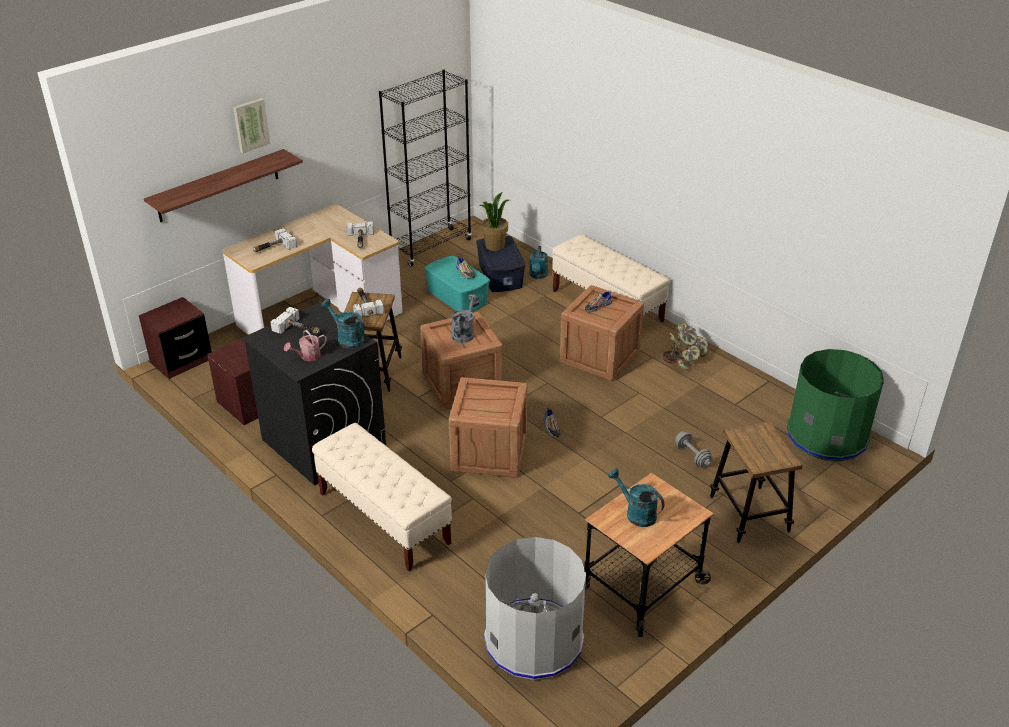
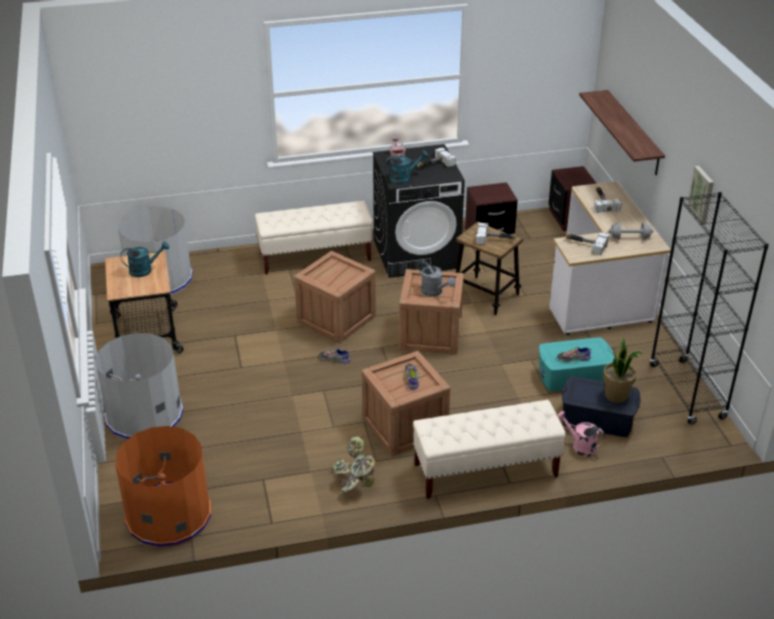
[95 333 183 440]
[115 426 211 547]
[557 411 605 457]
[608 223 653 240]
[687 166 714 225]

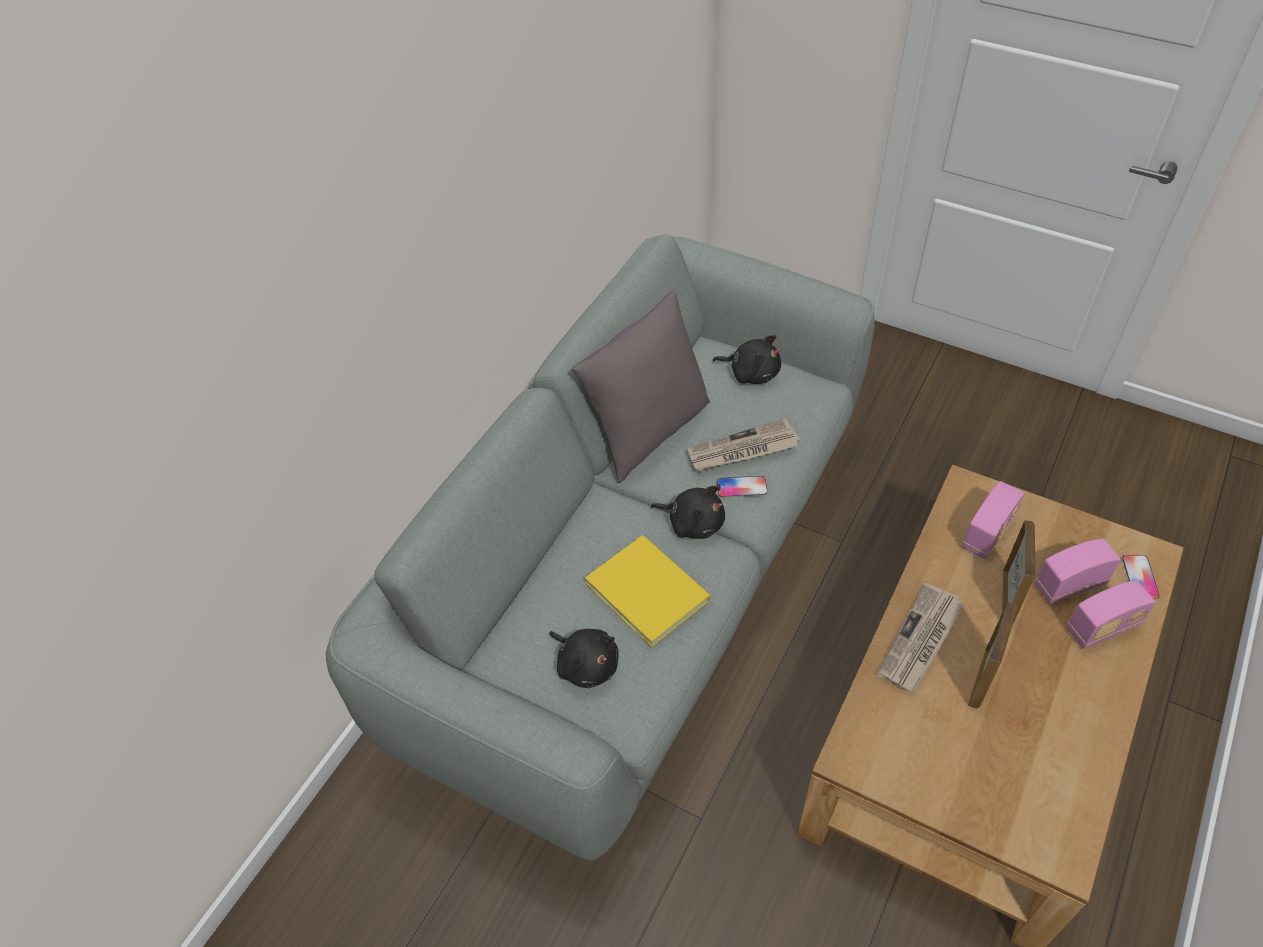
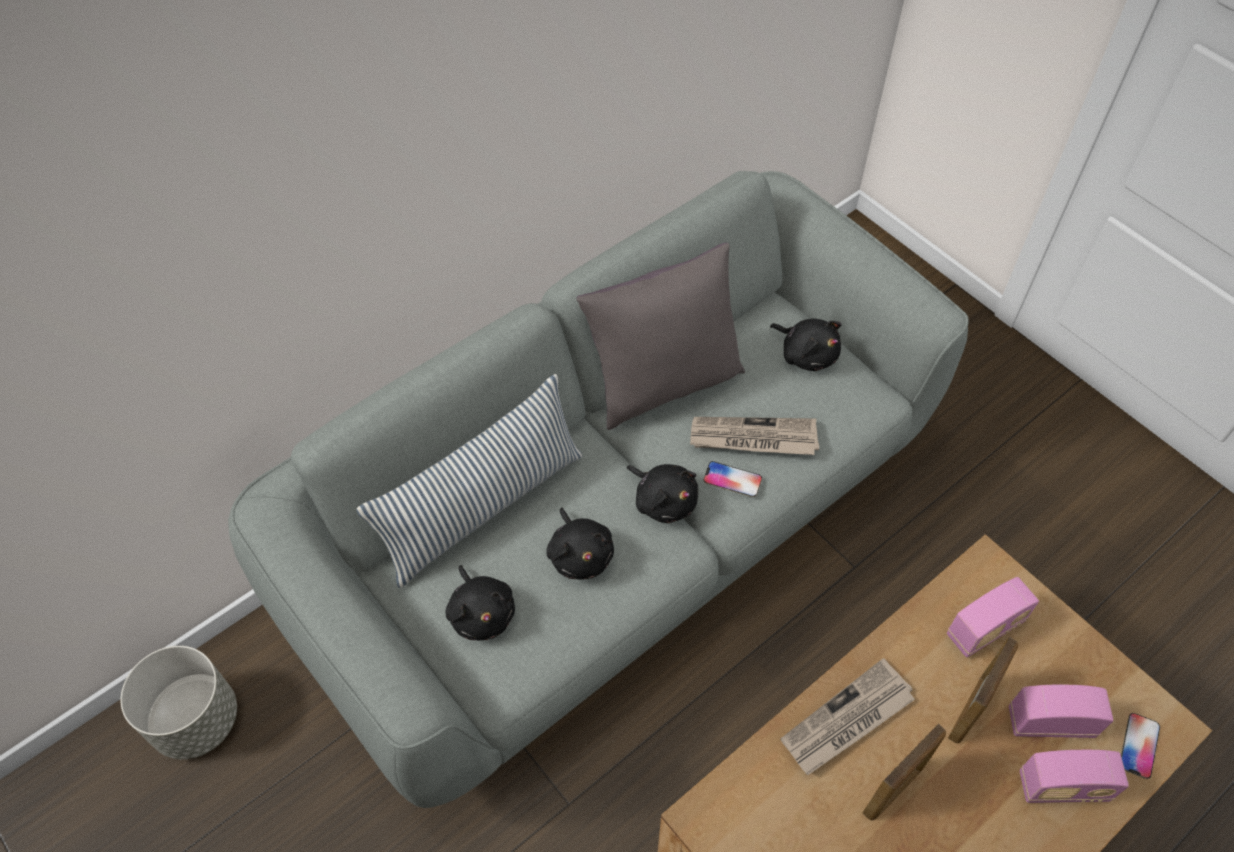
[121 646 237 759]
[356 374 583 588]
[546 508 614 580]

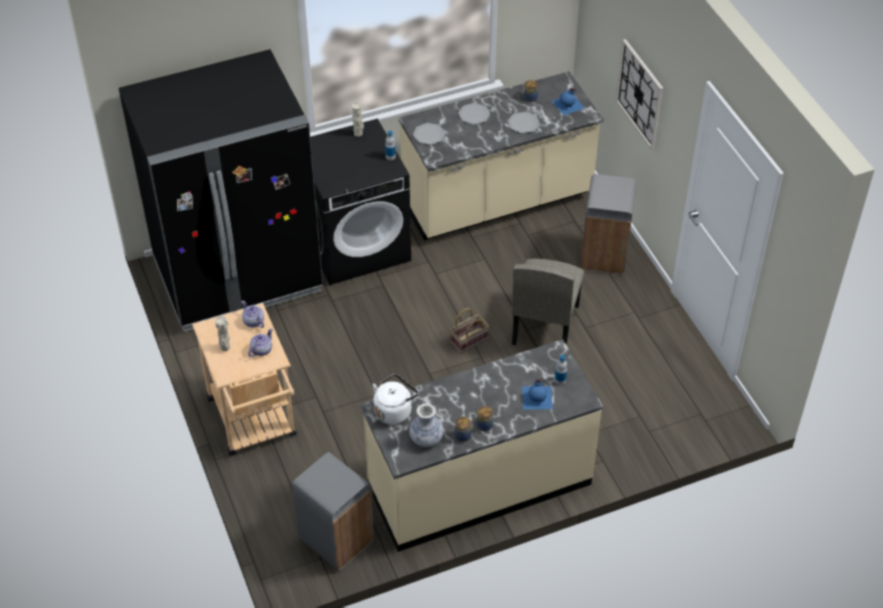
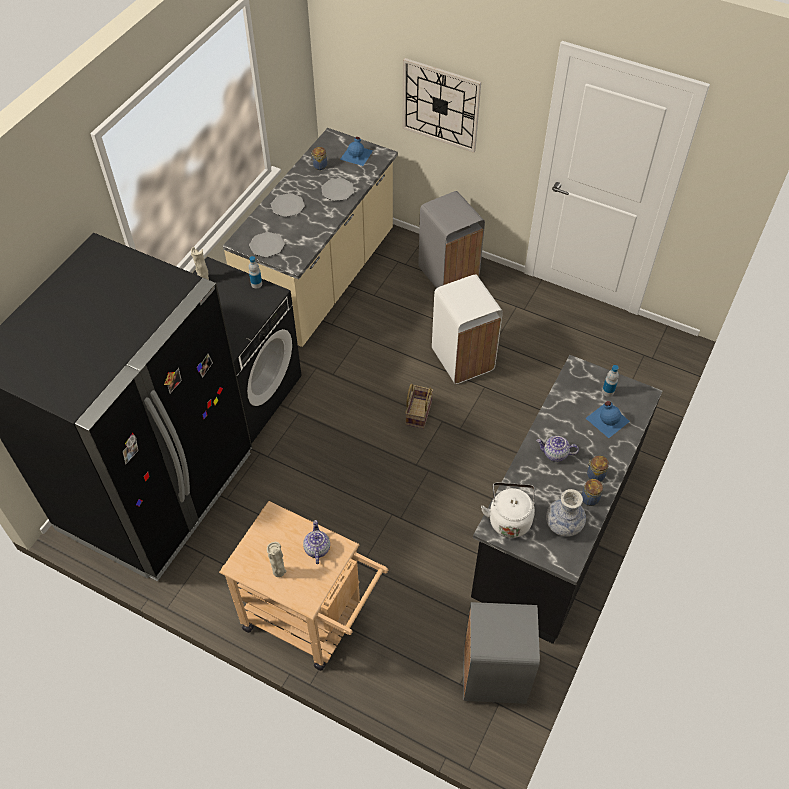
[432 275 503 384]
[471 355 662 644]
[536 436 579 462]

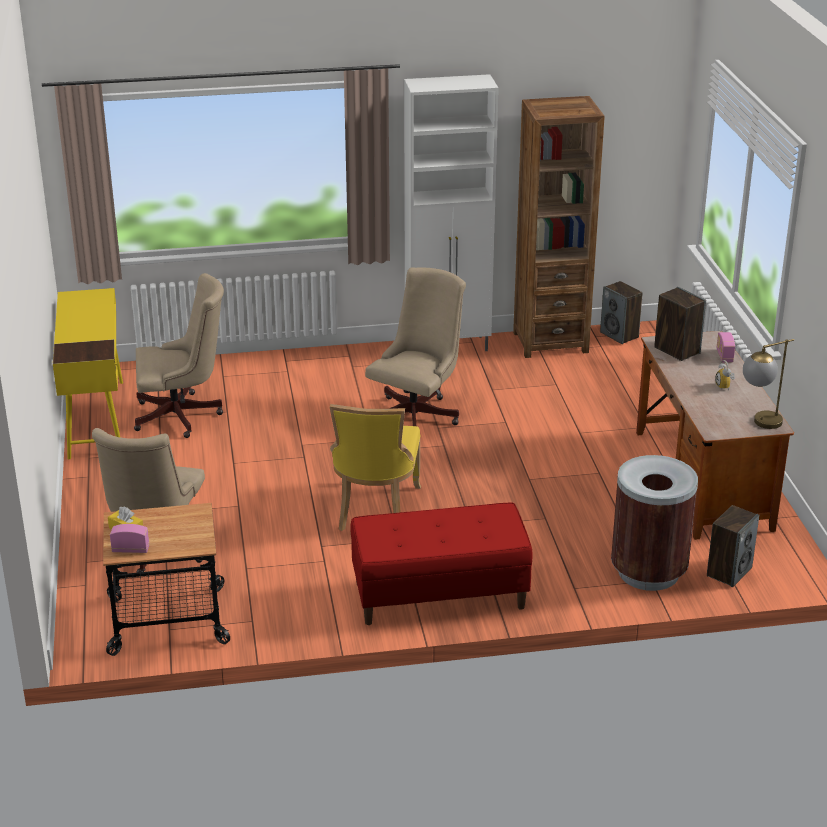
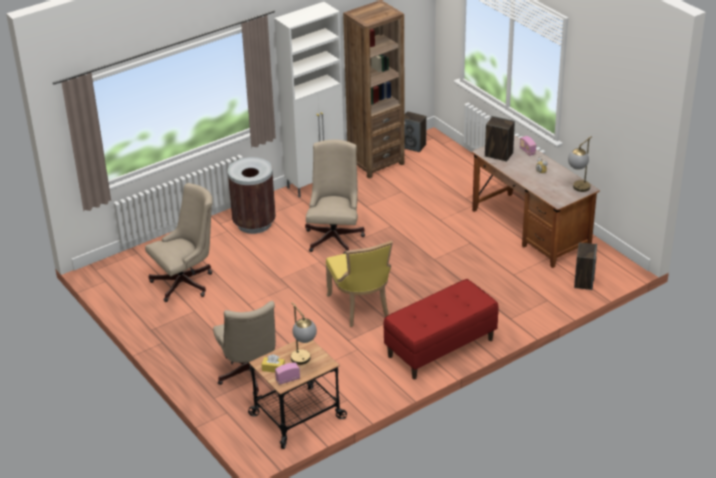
[228 157 276 234]
[291 302 317 365]
[53 288 123 459] (first image)

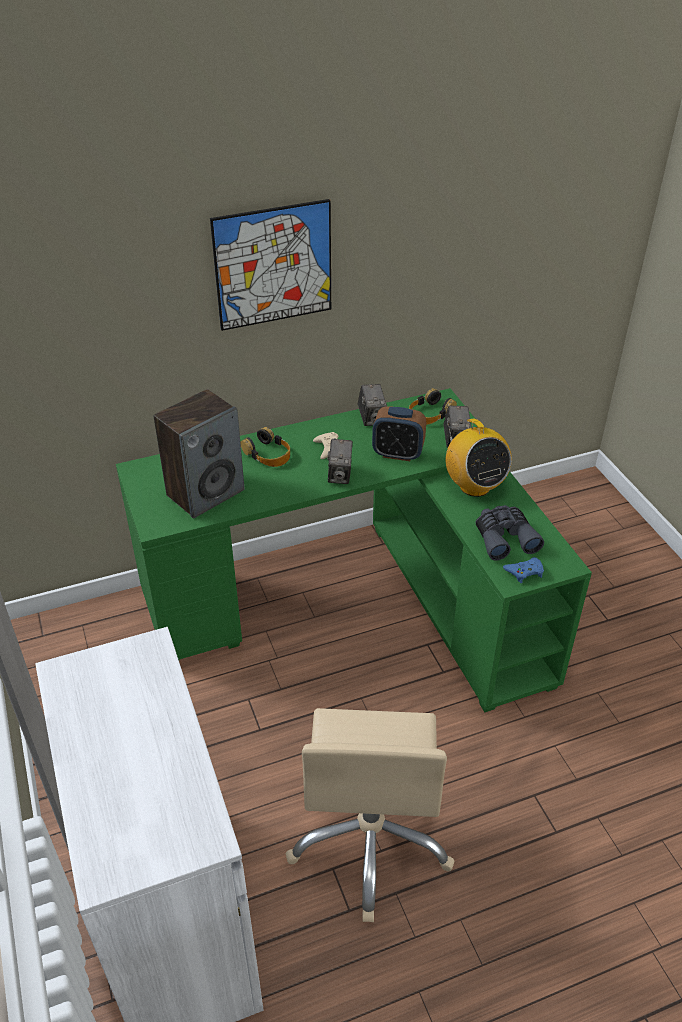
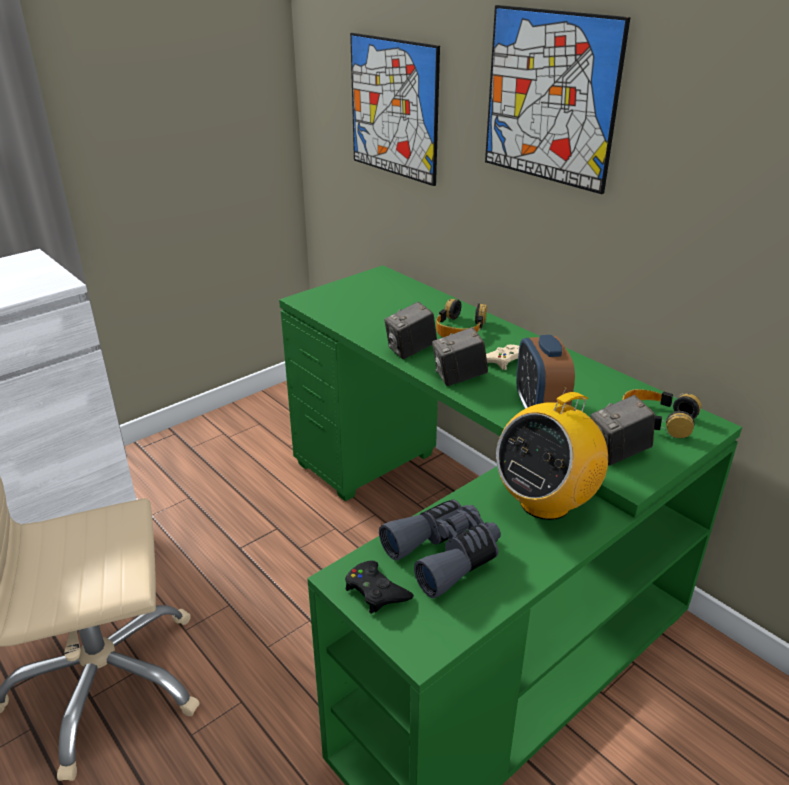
[345 560 414 614]
[350 33 440 186]
[384 302 437 359]
[154 389 244 518] (first image)

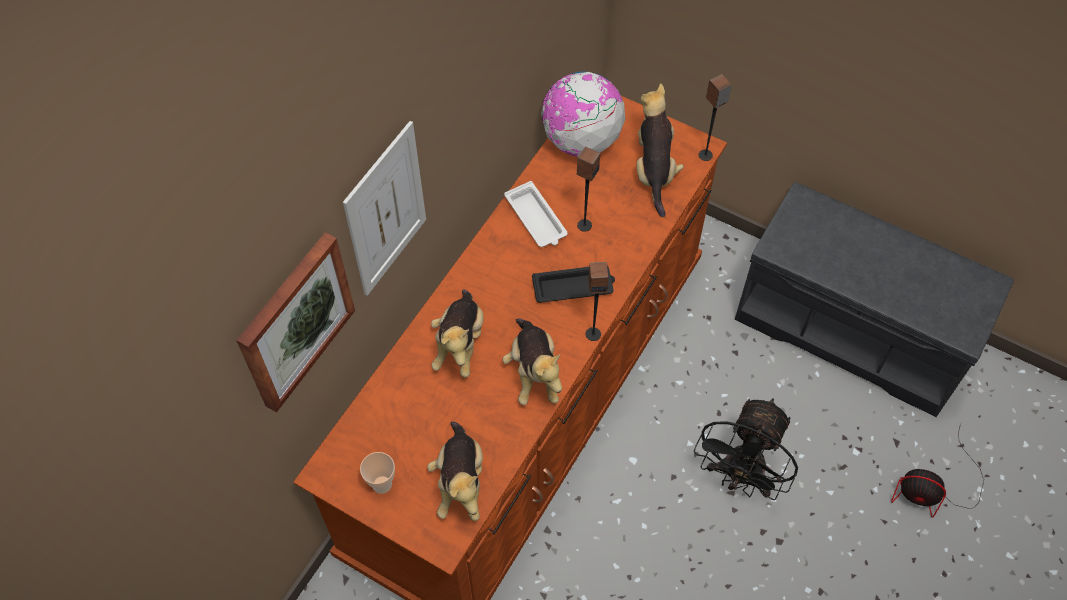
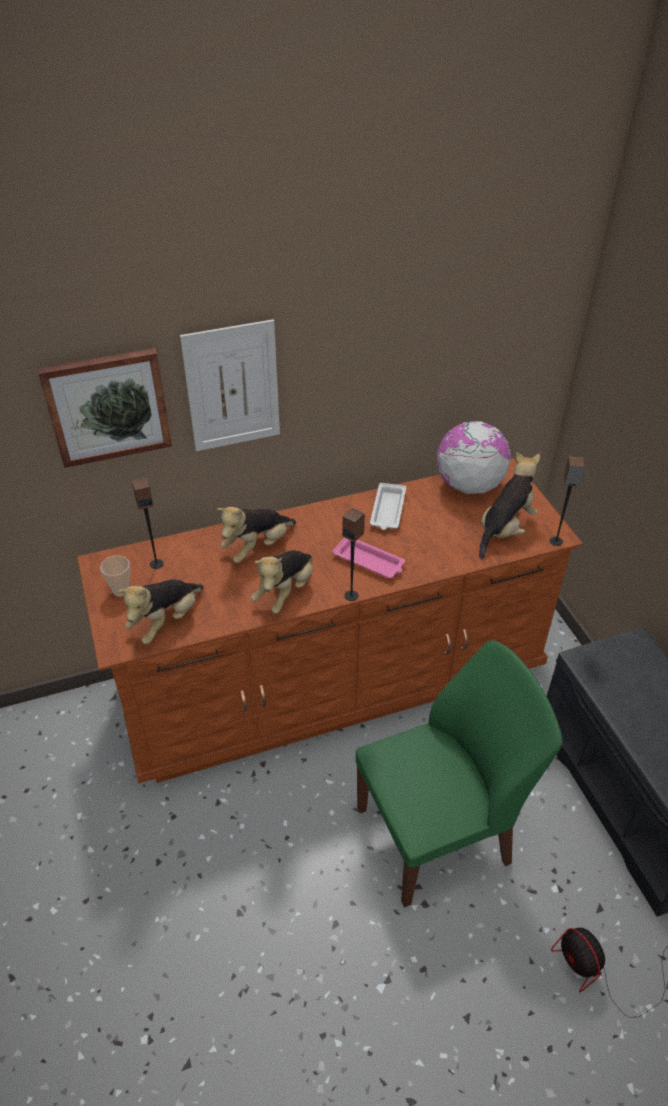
[132 478 164 569]
[332 537 405 578]
[356 640 563 907]

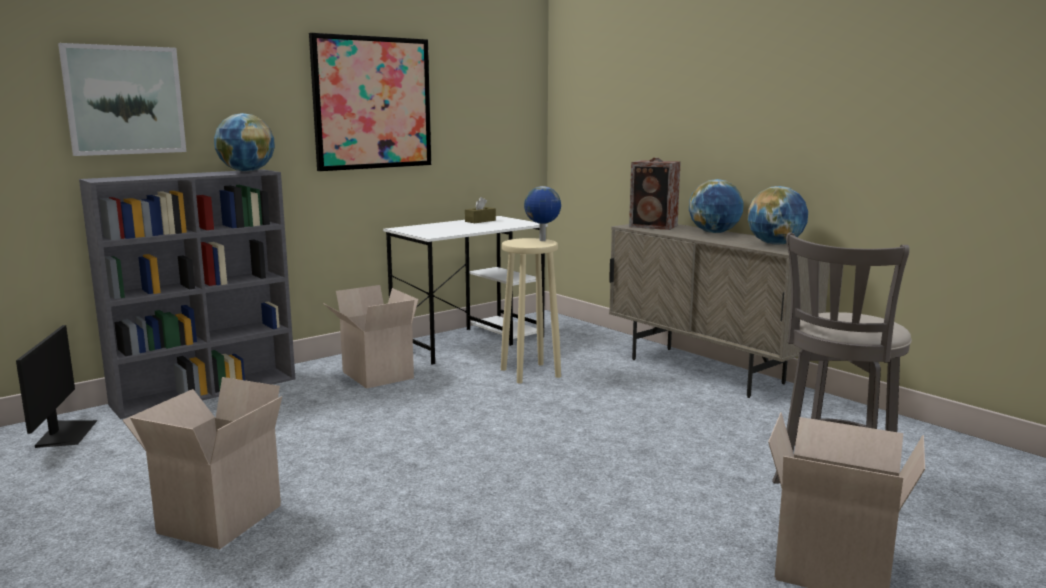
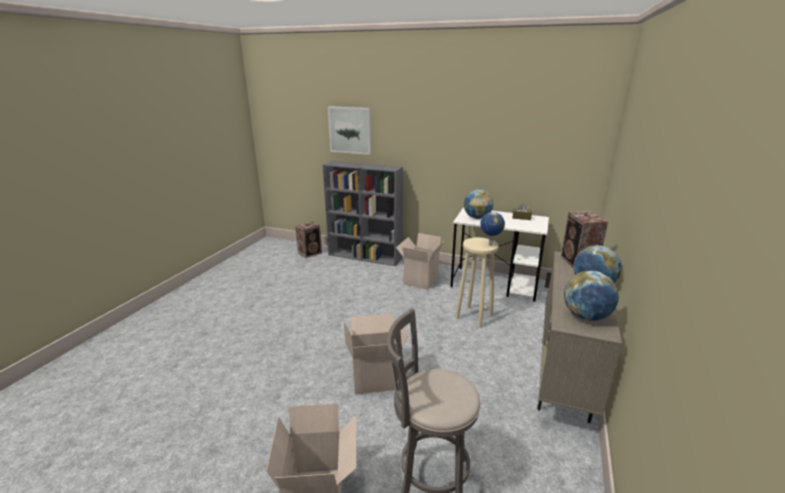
[295 222 322 258]
[343 314 408 394]
[464 189 493 219]
[309 33 431 171] (first image)

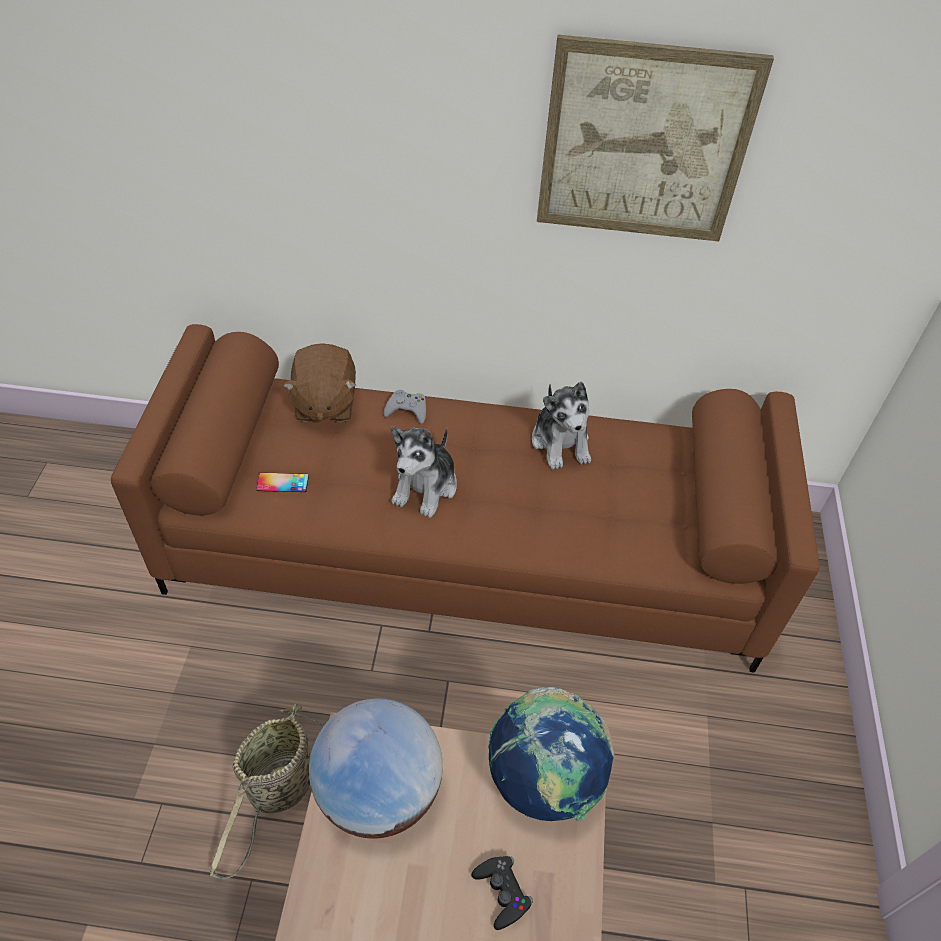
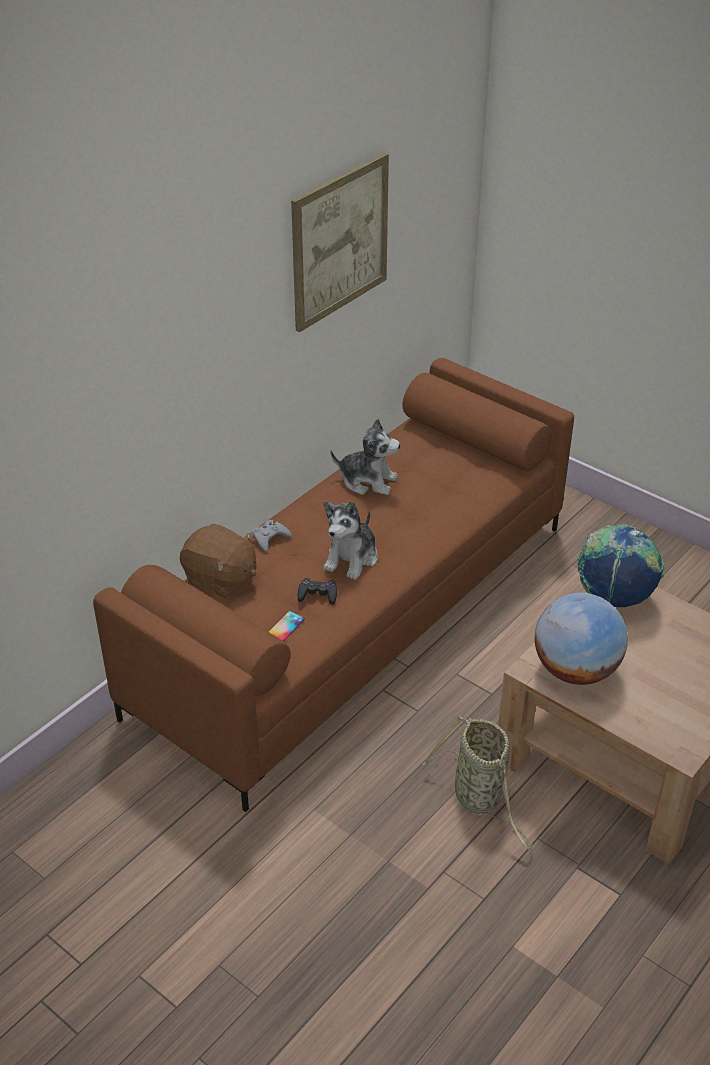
[298 577 337 605]
[323 501 378 580]

